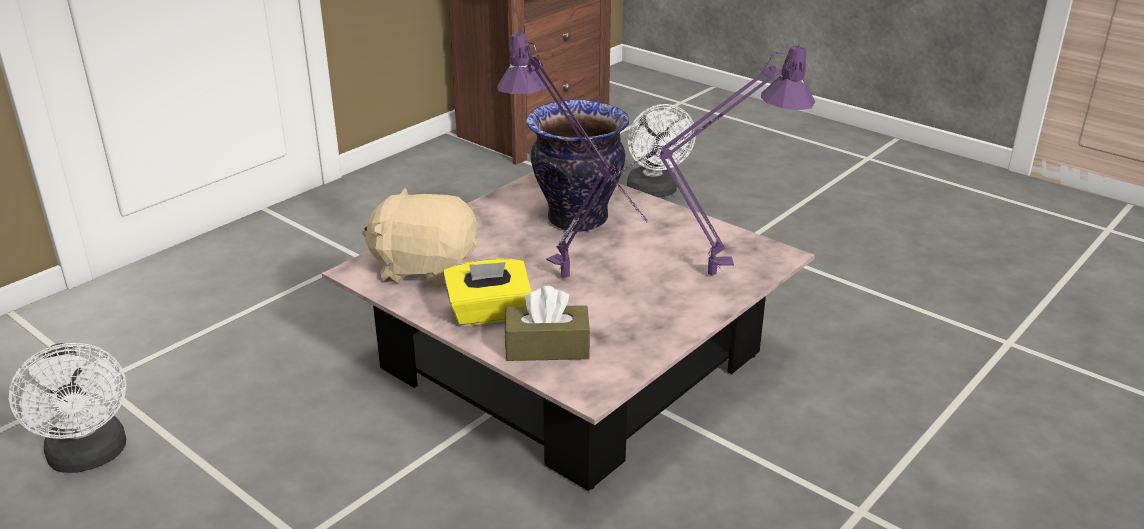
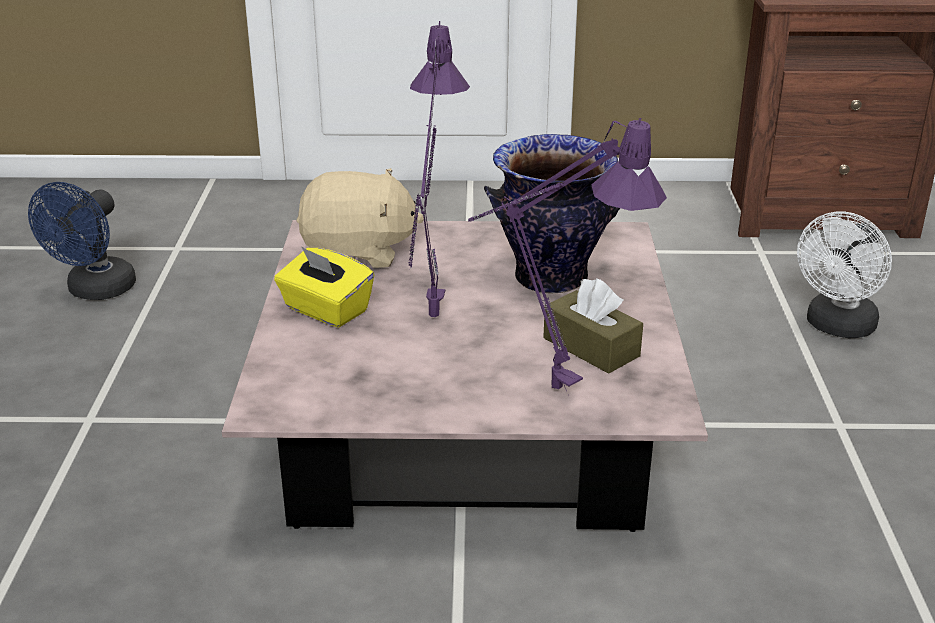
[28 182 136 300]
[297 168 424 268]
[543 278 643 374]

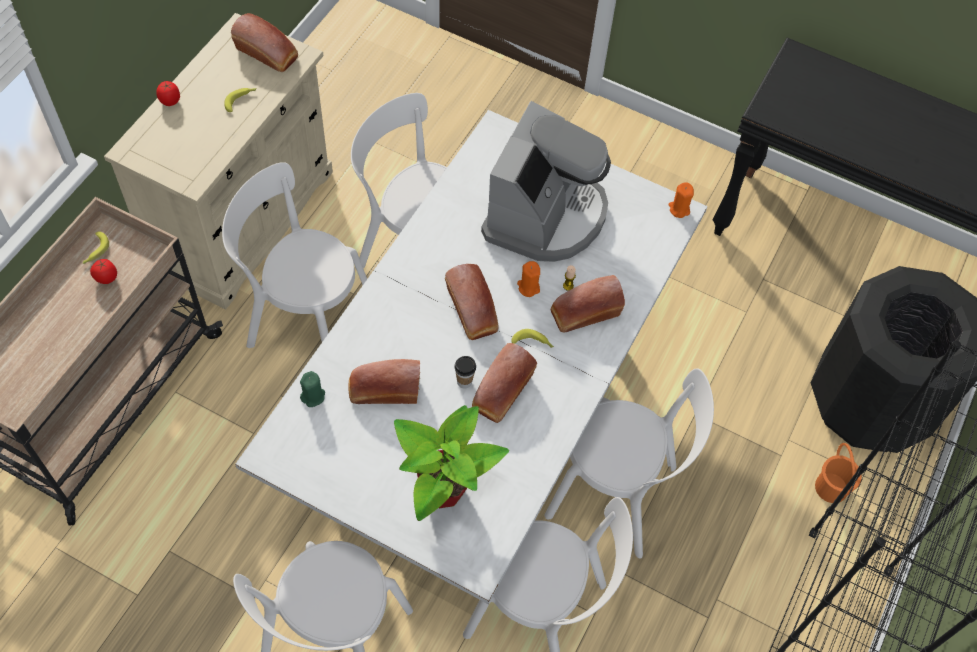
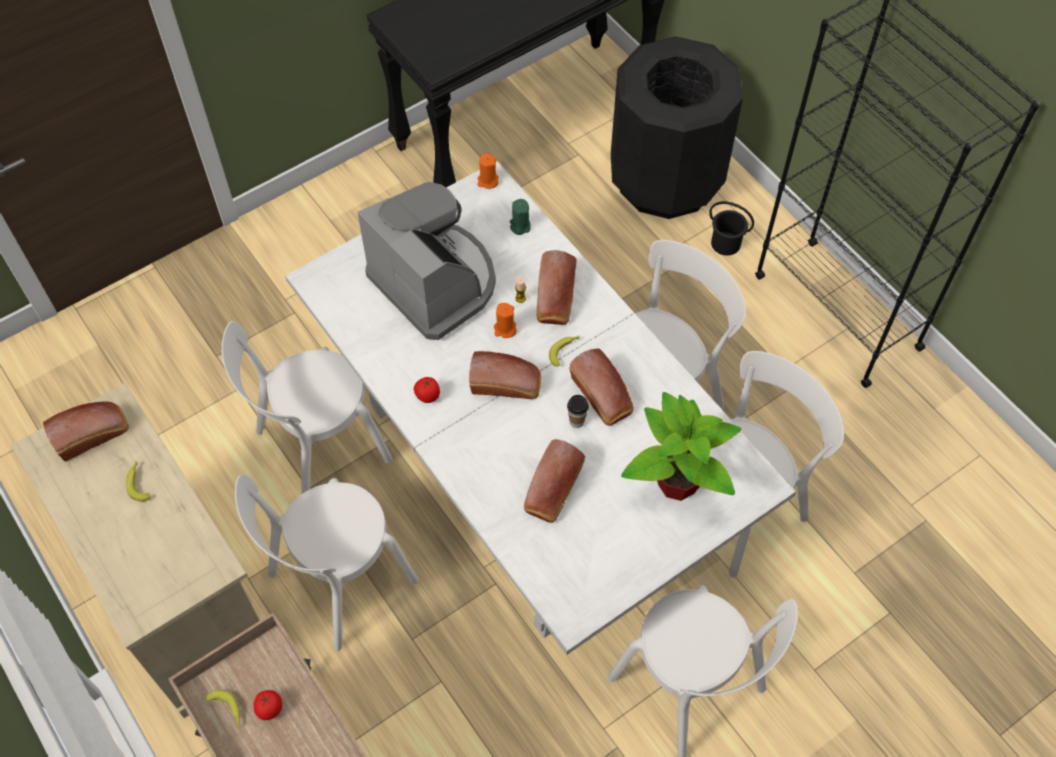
[414 377 440 403]
[510 199 531 235]
[709 201 754 256]

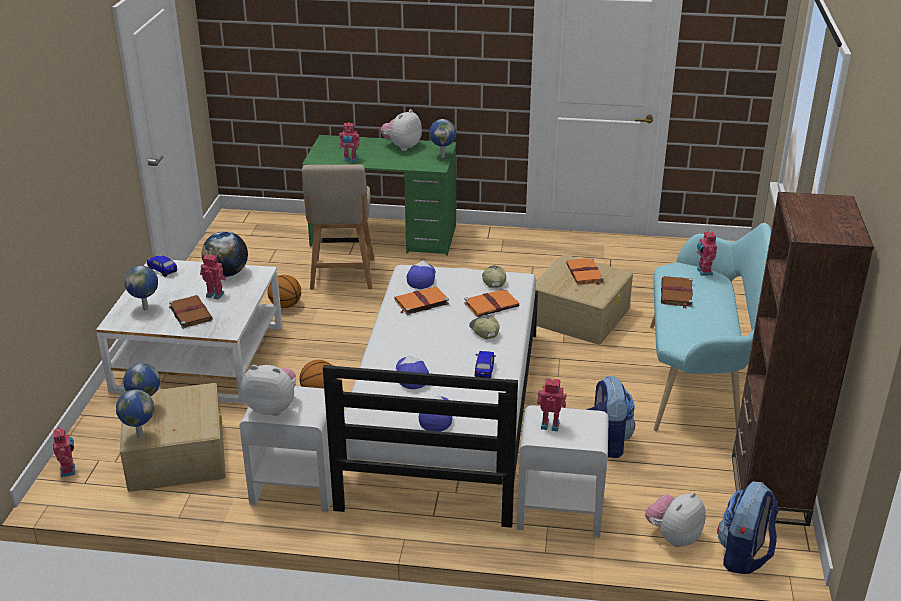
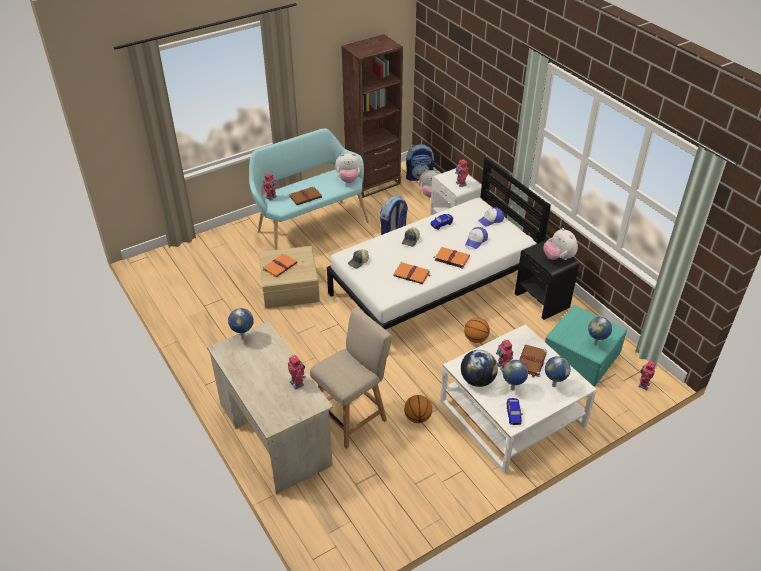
[207 321 333 494]
[335 153 361 183]
[433 247 470 269]
[502 360 528 390]
[515 239 579 320]
[545 305 627 386]
[407 260 436 289] (first image)

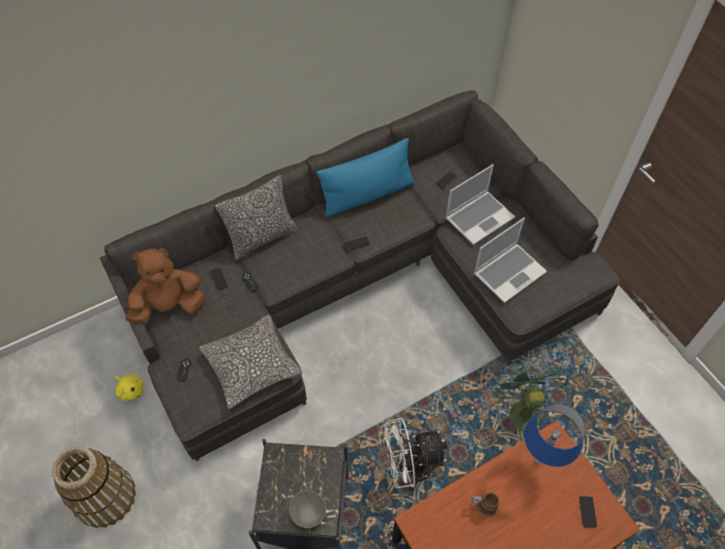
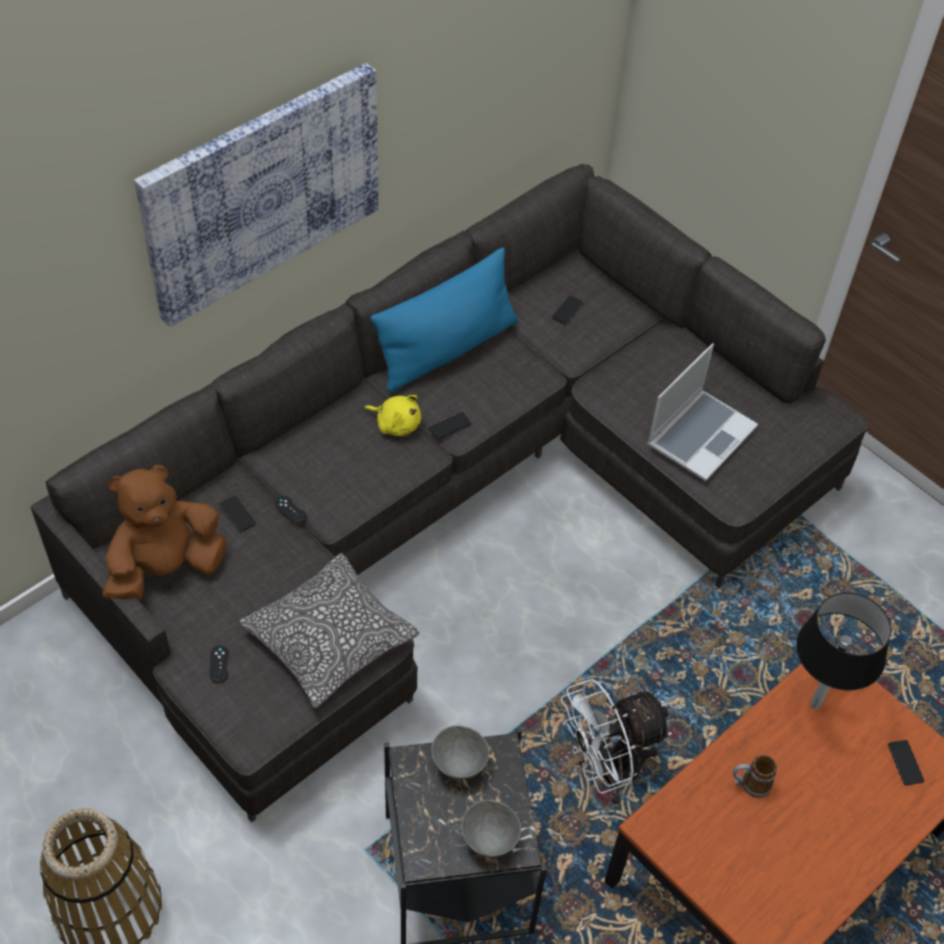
[134 63 379 327]
[364 395 421 436]
[431 725 489 780]
[796 593 891 709]
[215 175 298 261] (first image)
[445 164 515 245] (first image)
[494 364 569 438] (first image)

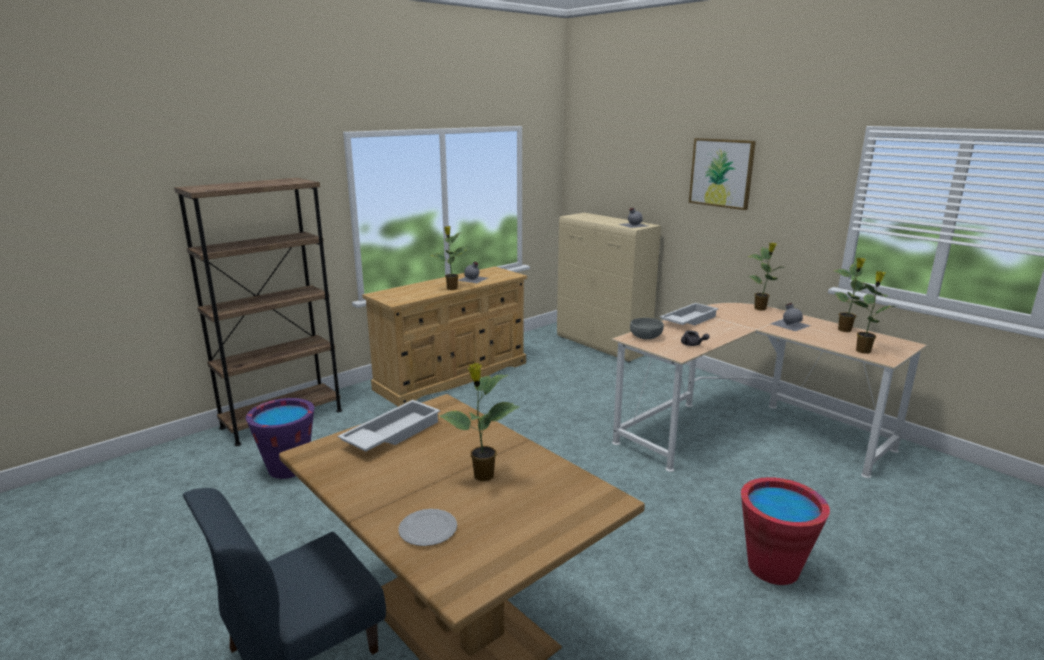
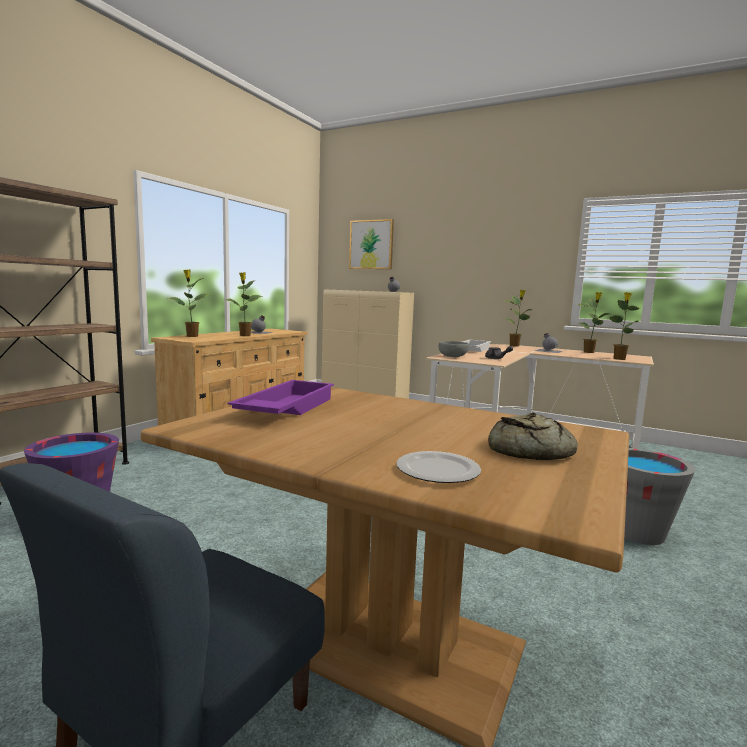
[167 269 210 337]
[228 380 334 415]
[349 219 394 269]
[488 413 578 460]
[624 448 696 545]

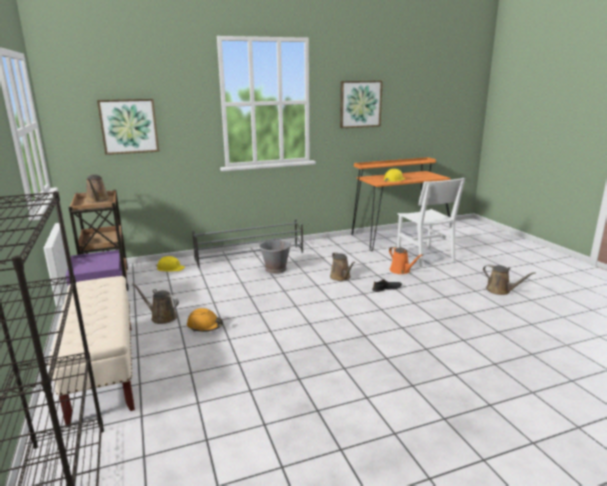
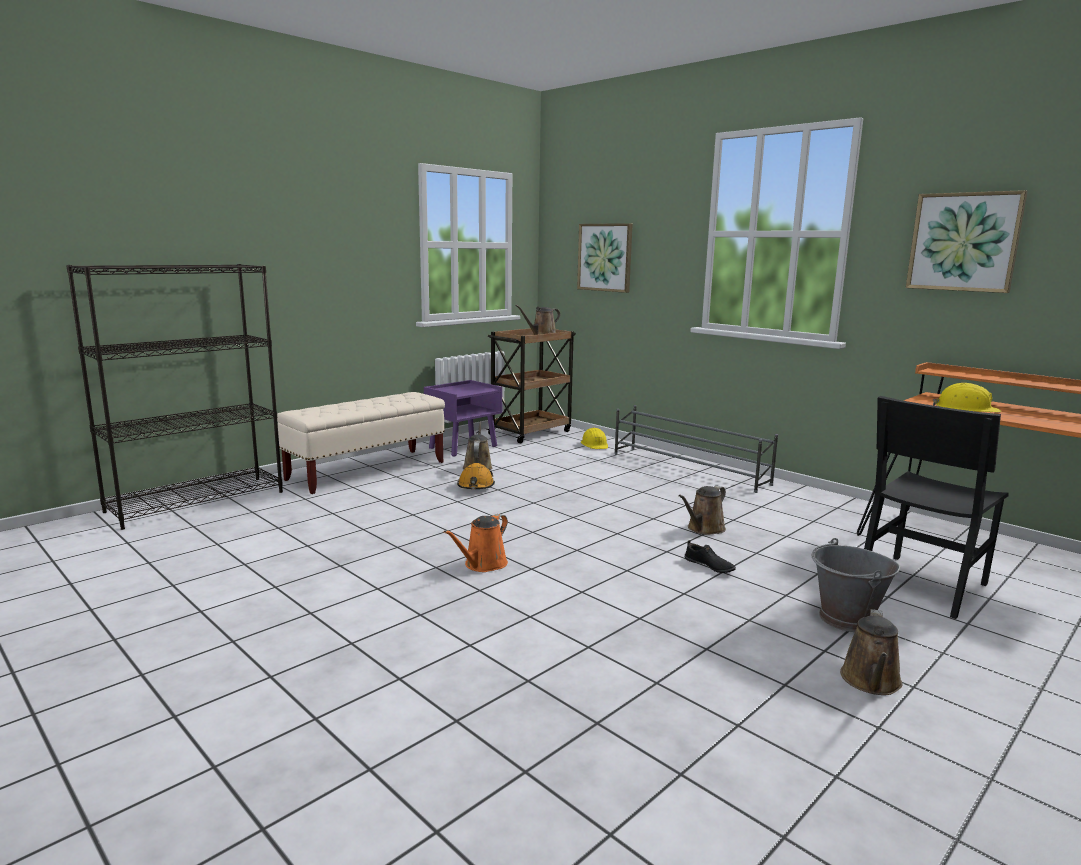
[444 514 508 572]
[812 538 901 632]
[864 396 1008 619]

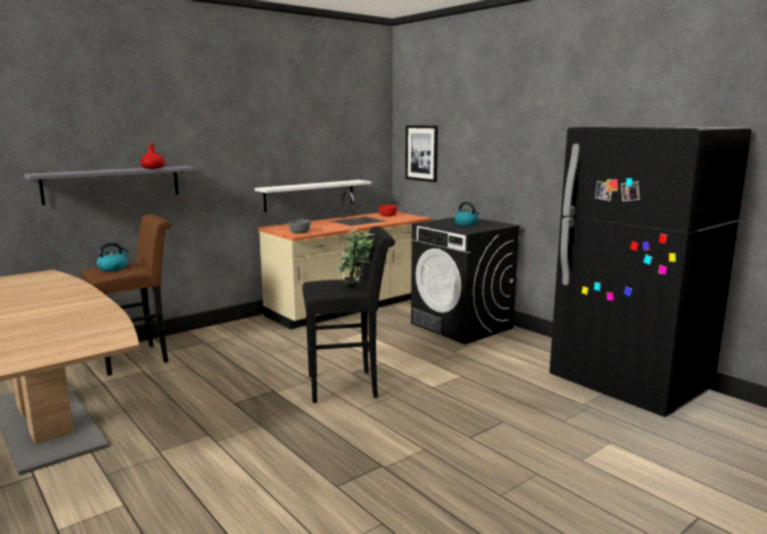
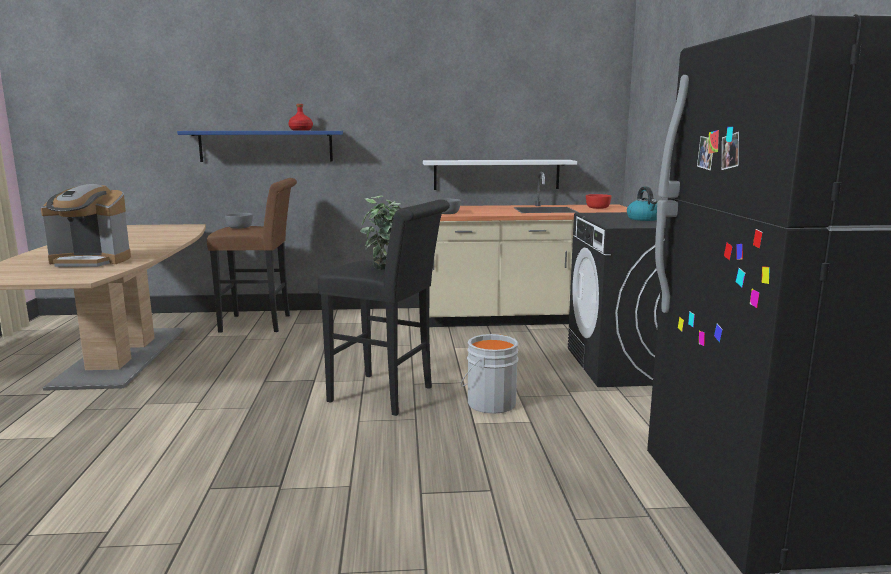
[41 184 131 267]
[177 131 343 162]
[225 213 253 229]
[461 334 519 414]
[405 125 438 182] (first image)

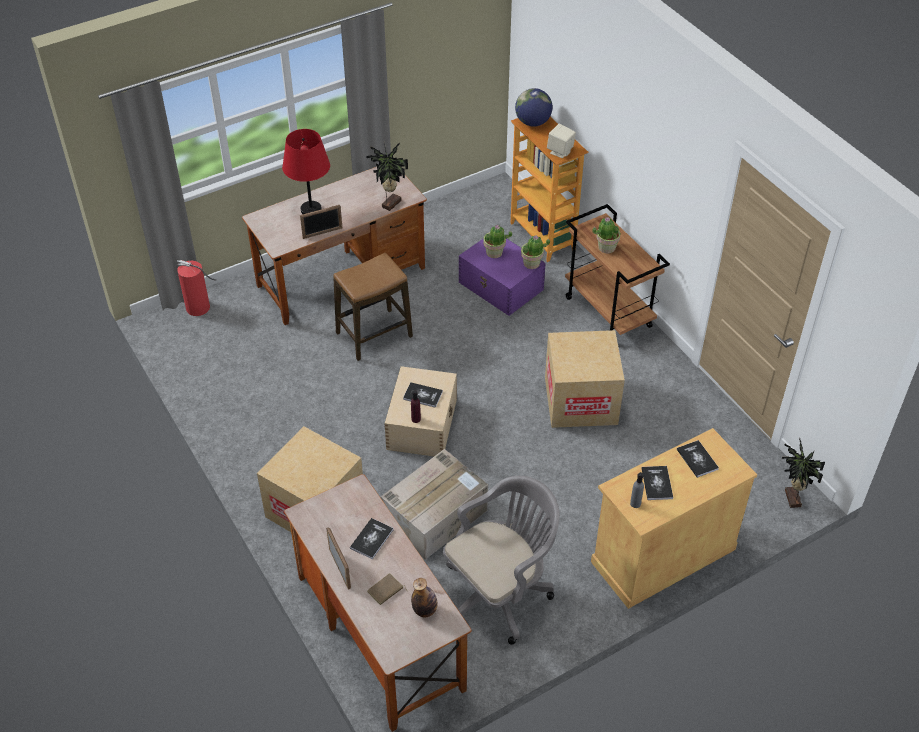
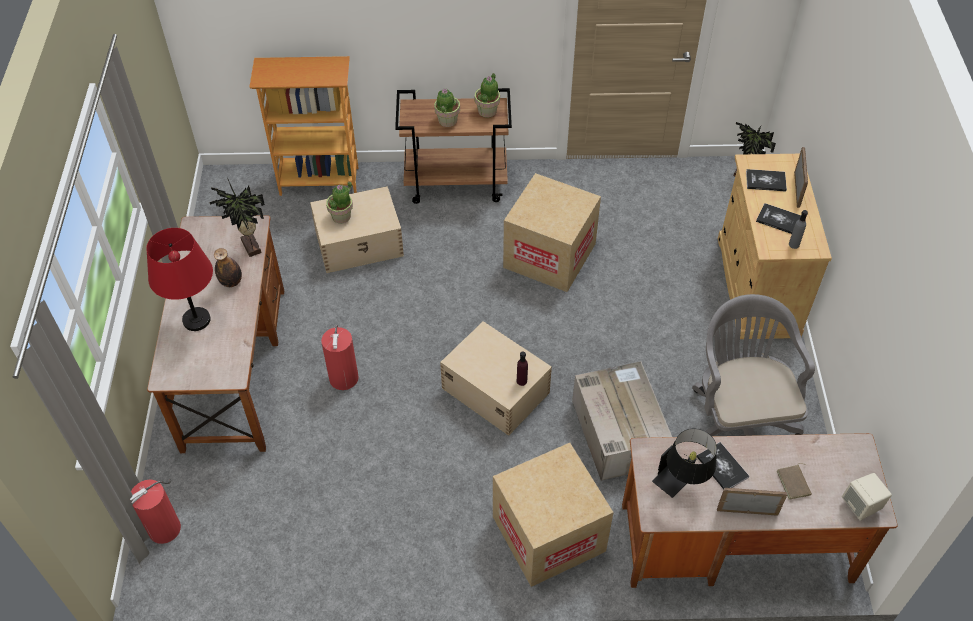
[214 248 242 287]
[310 186 404 273]
[321 325 359 390]
[474 73 500 118]
[652 429 717 498]
[794 147 808 208]
[842 473 892 521]
[403 382 443 408] (first image)
[515 88 553 127] (first image)

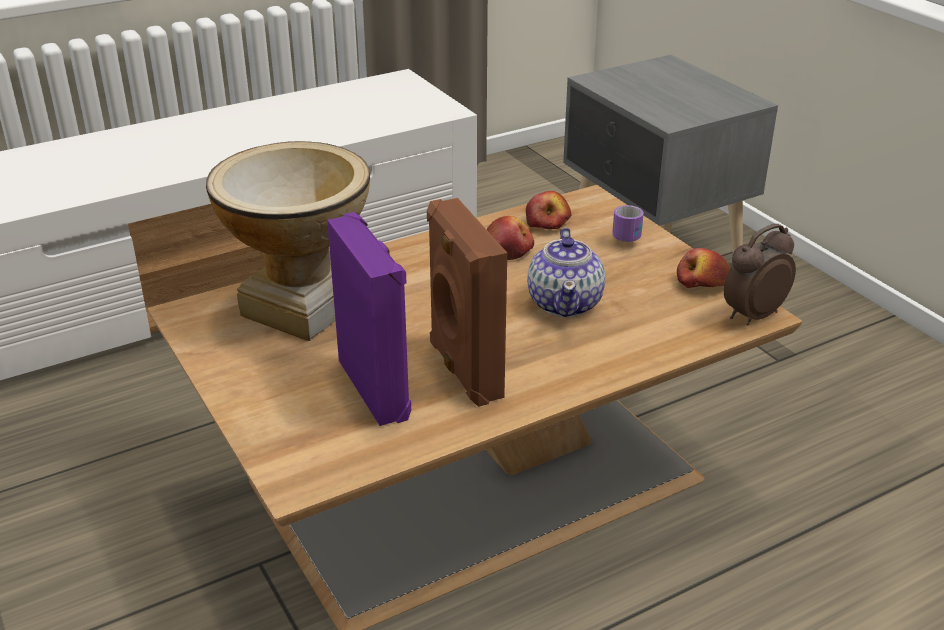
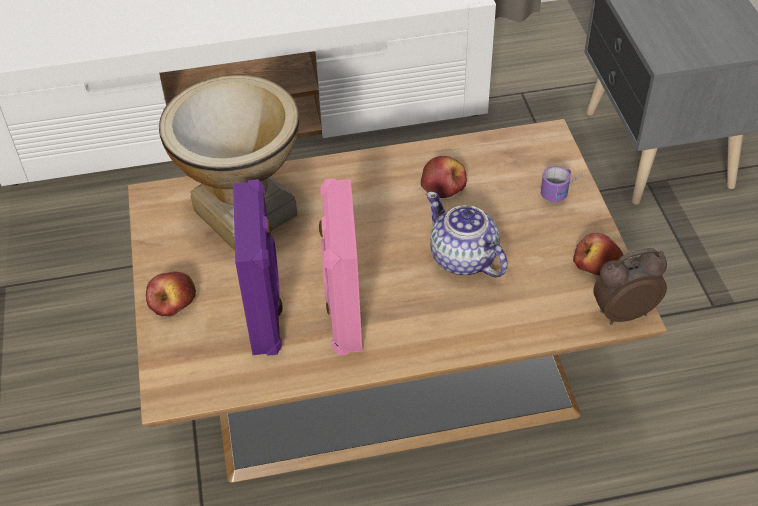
[146 272 196 316]
[319 179 362 355]
[426 192 508 277]

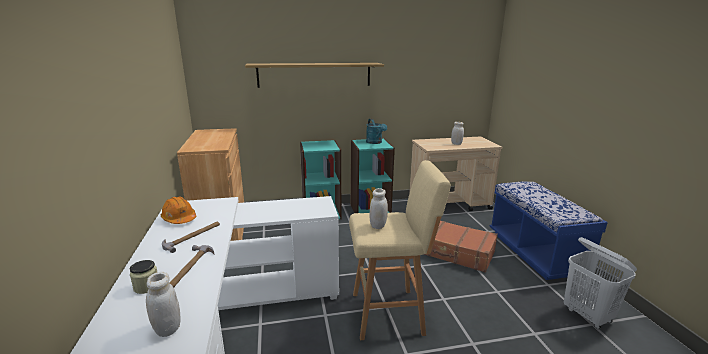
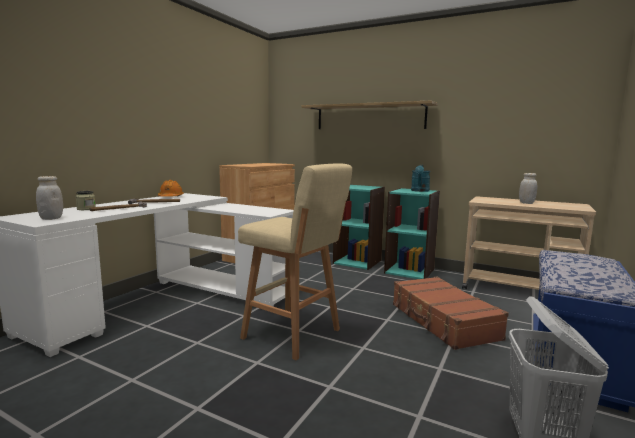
[369 188 388 229] (first image)

